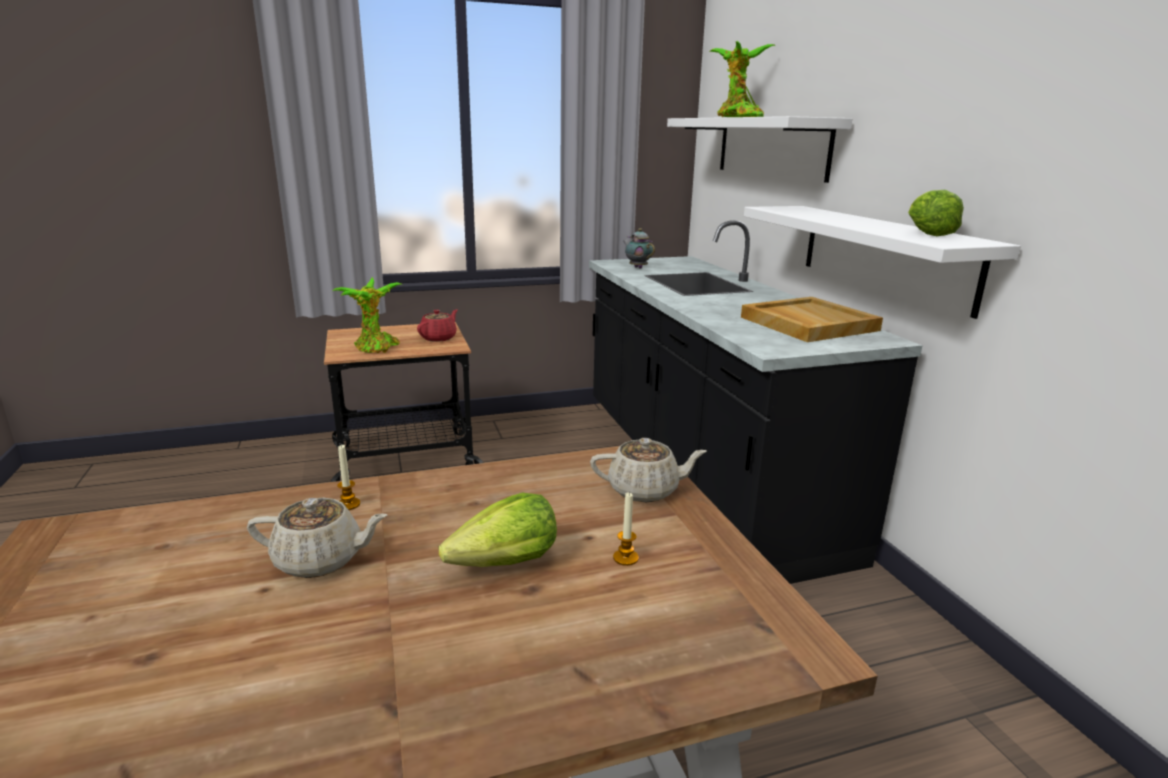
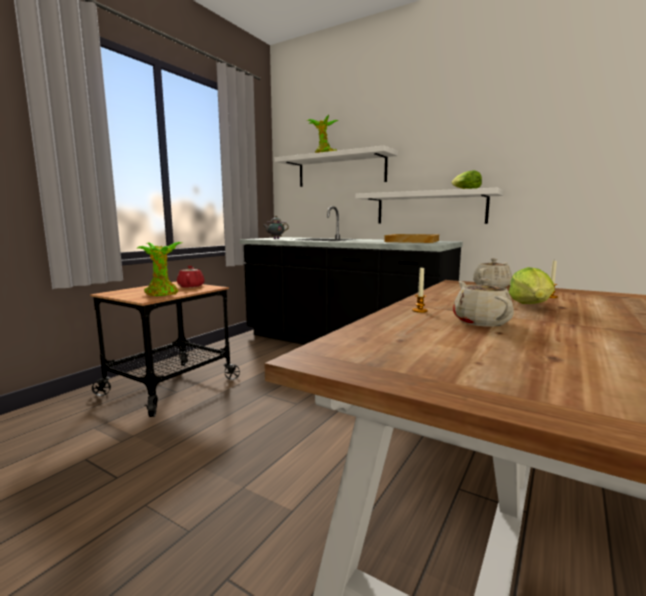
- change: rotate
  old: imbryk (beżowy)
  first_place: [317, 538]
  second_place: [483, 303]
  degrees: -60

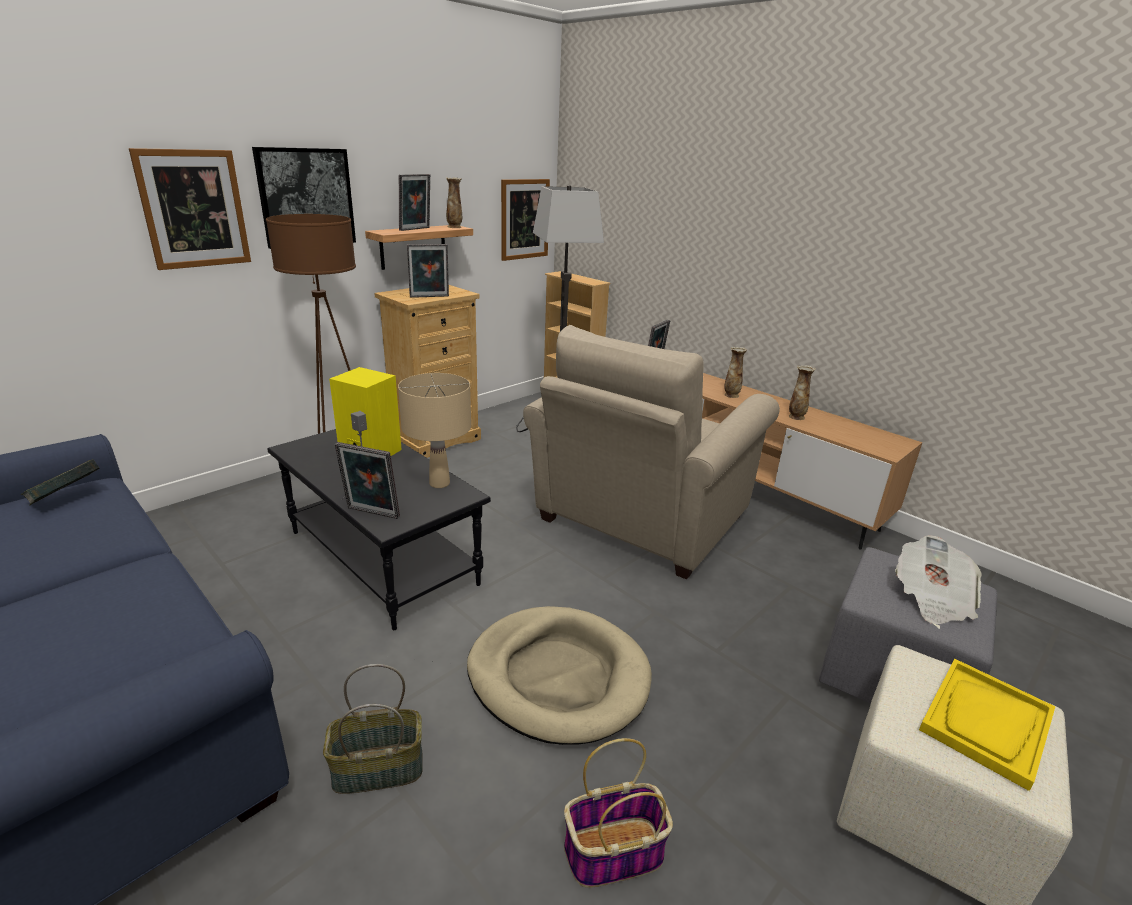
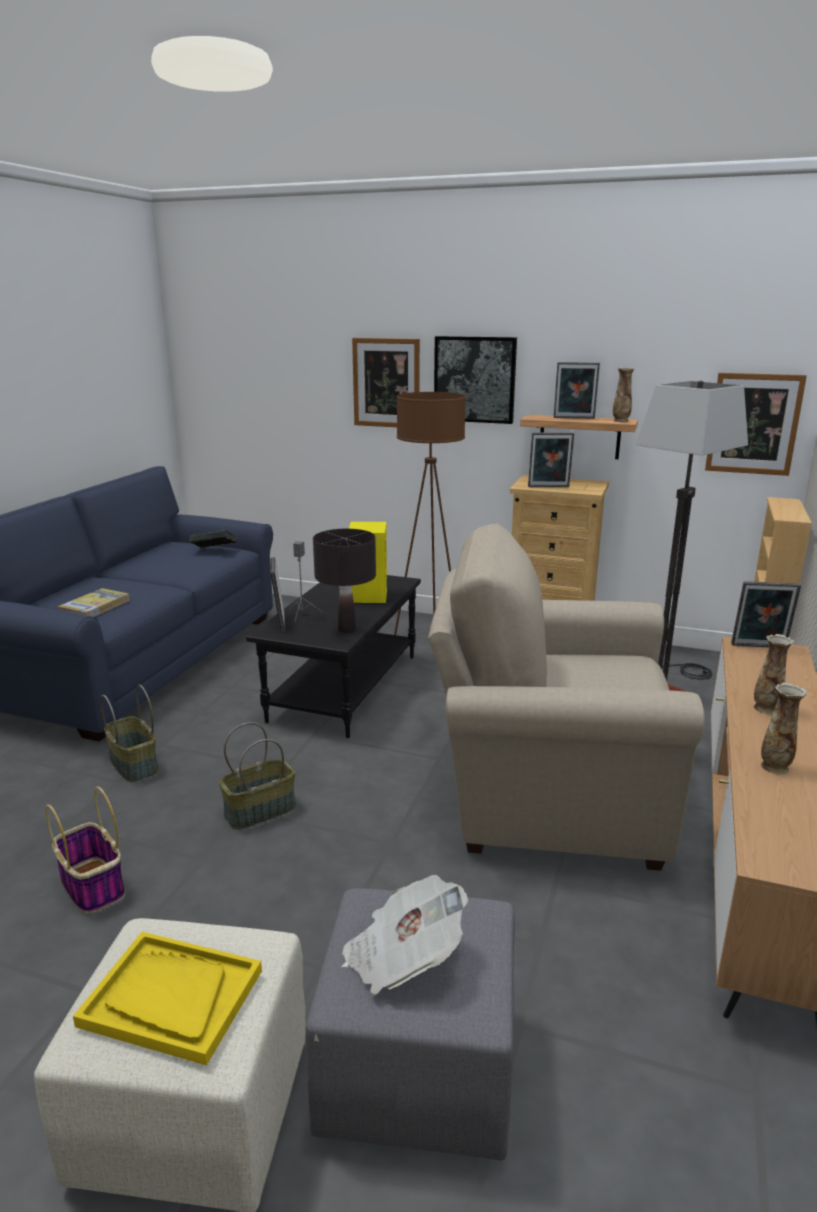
- change: insert
  new: książka
  second_place: [94, 602]
- change: replace
  old: legowisko (beżowy)
  new: koszyk
  first_place: [559, 675]
  second_place: [257, 775]
- change: recolor
  old: lampa stołowa (beżowy)
  new: lampa stołowa (czarny)
  first_place: [434, 430]
  second_place: [344, 581]
- change: rotate
  old: ramka na zdjęcie
  first_place: [428, 271]
  second_place: [551, 460]
  degrees: -45

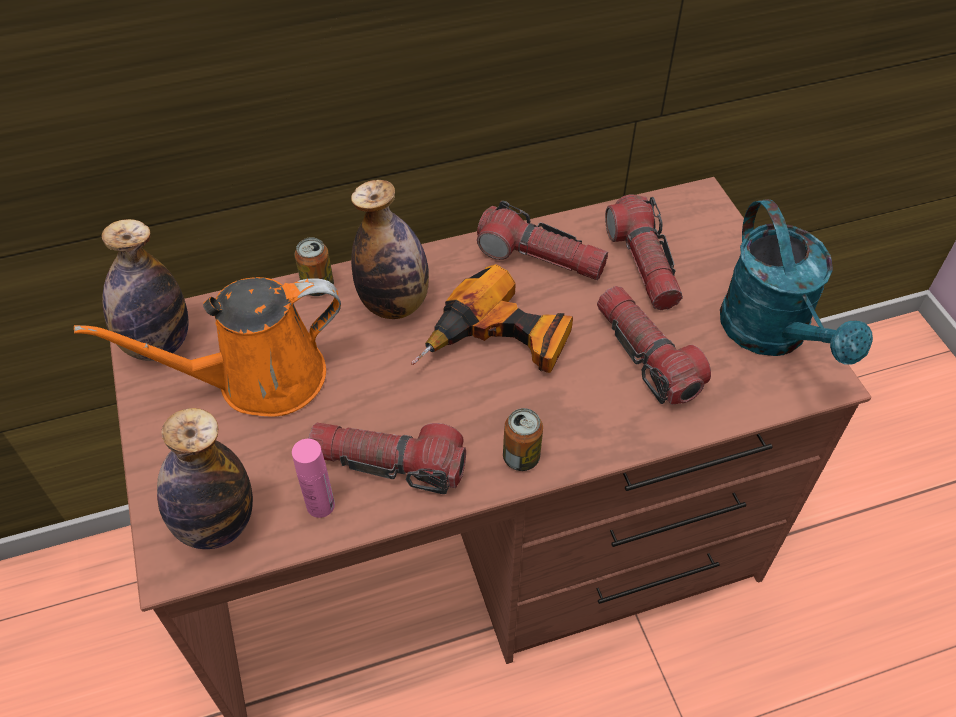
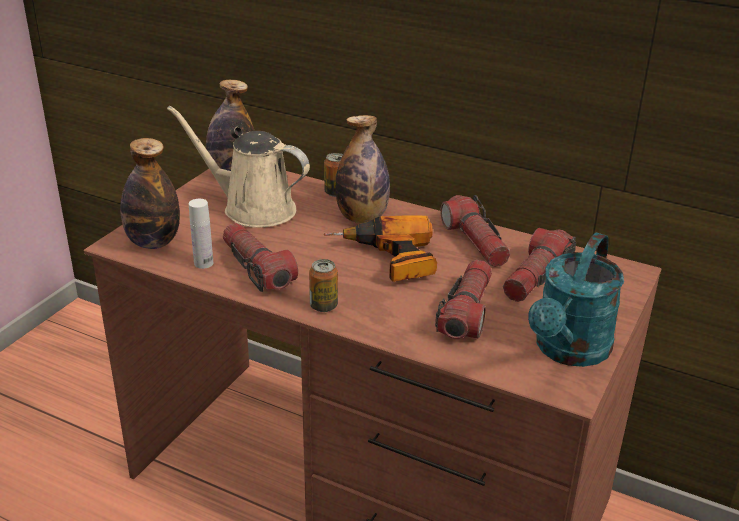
- change: recolor
  old: konewka (pomarańczowy)
  new: konewka (beżowy)
  first_place: [207, 347]
  second_place: [238, 167]
- change: recolor
  old: butelka (różowy)
  new: butelka (biały)
  first_place: [313, 478]
  second_place: [201, 234]

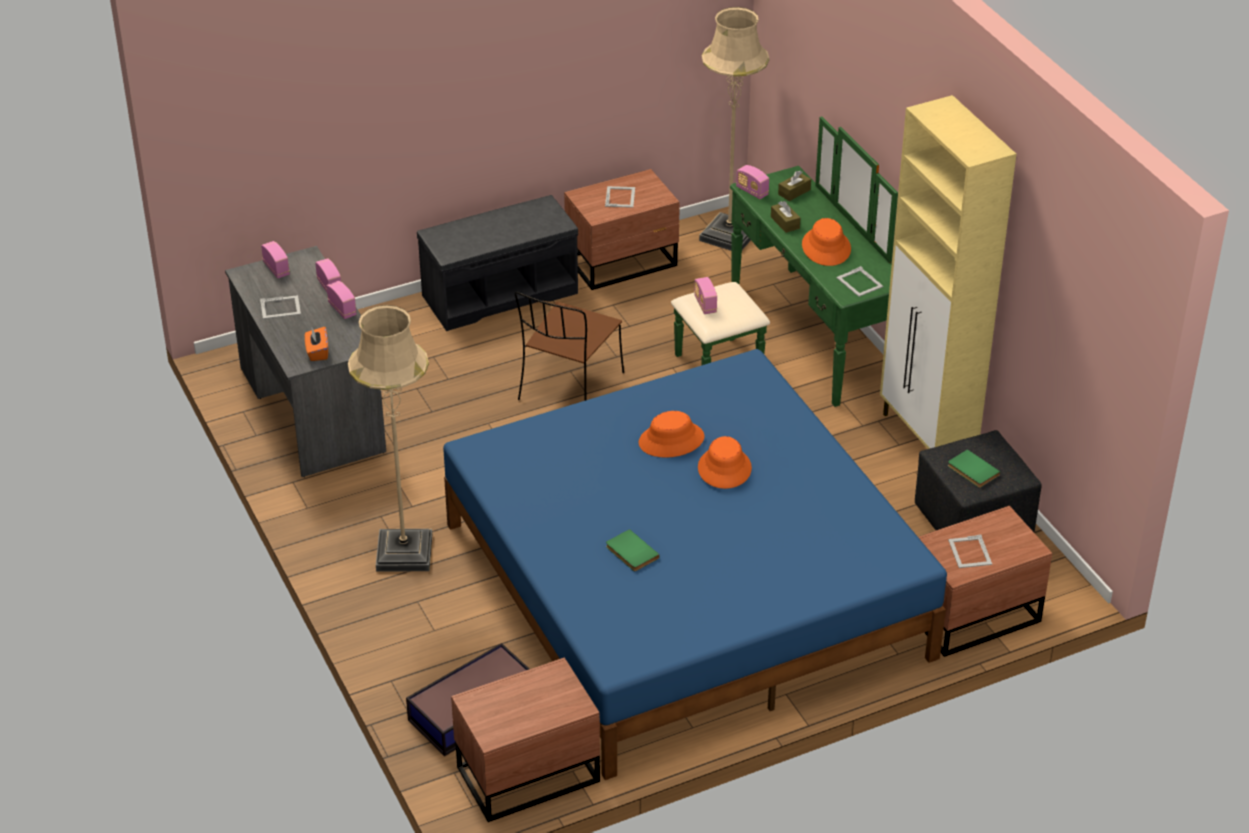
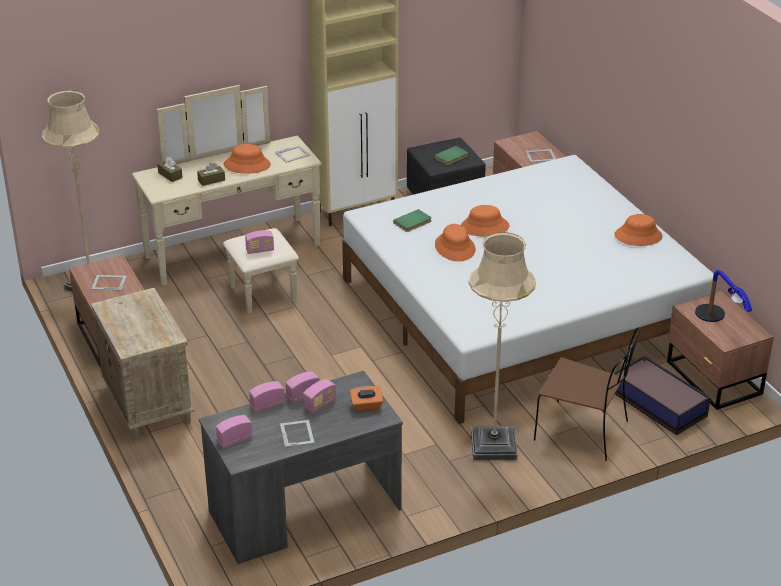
- change: insert
  new: kapelusz (pomarańczowy)
  second_place: [638, 230]
- change: insert
  new: lampa stołowa
  second_place: [723, 296]
- change: move
  old: krzesło (brązowy)
  first_place: [569, 346]
  second_place: [587, 394]
- change: move
  old: książka (zielony)
  first_place: [633, 550]
  second_place: [412, 220]
- change: move
  old: radio
  first_place: [752, 182]
  second_place: [319, 396]
- change: replace
  old: ławka (szary)
  new: szafka nocna (beżowy)
  first_place: [497, 263]
  second_place: [143, 364]
- change: recolor
  old: łóżko (niebieski)
  new: łóżko (biały)
  first_place: [695, 564]
  second_place: [529, 289]
- change: recolor
  old: komoda (zielony)
  new: komoda (beżowy)
  first_place: [784, 262]
  second_place: [227, 199]

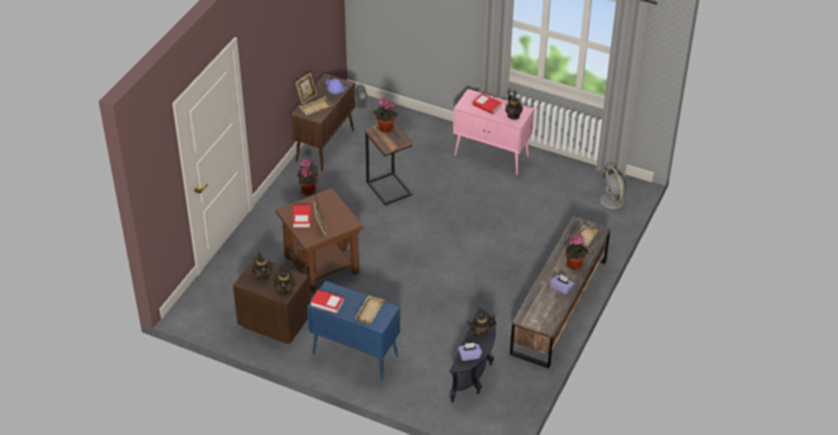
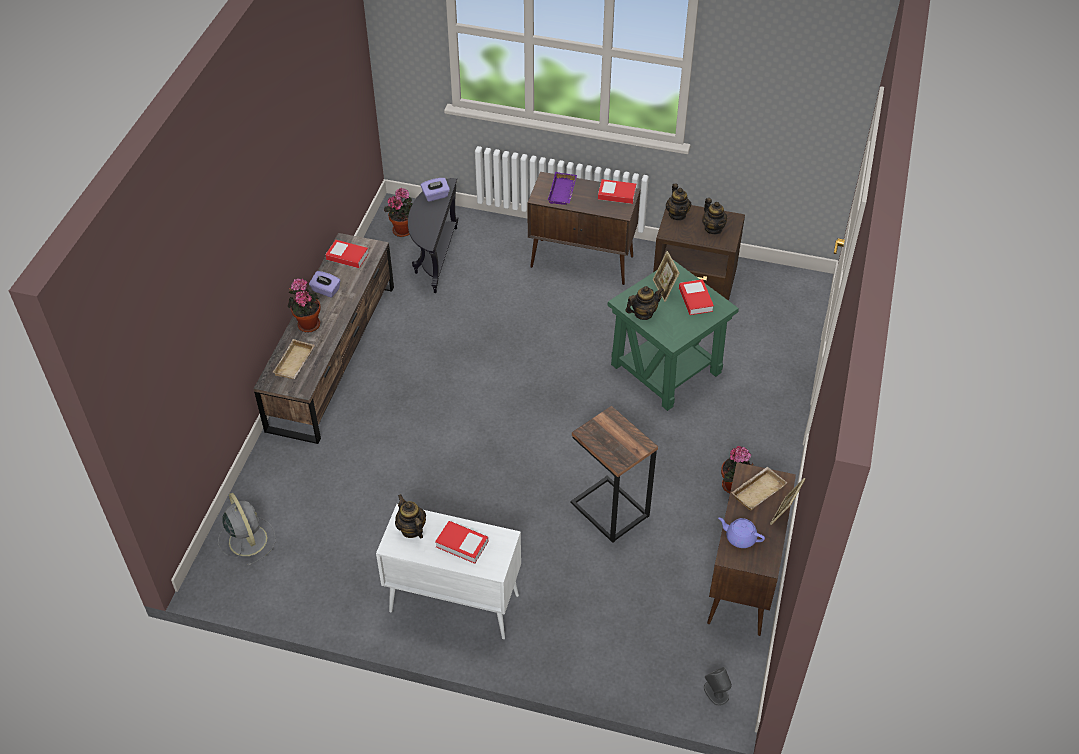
- change: insert
  new: książka
  second_place: [347, 254]
- change: move
  old: roślina doniczkowa
  first_place: [386, 115]
  second_place: [398, 212]
- change: move
  old: imbryk
  first_place: [481, 326]
  second_place: [645, 303]
- change: recolor
  old: stolik (brązowy)
  new: stolik (zielony)
  first_place: [319, 240]
  second_place: [673, 335]
- change: recolor
  old: szafka (niebieski)
  new: szafka (brązowy)
  first_place: [353, 330]
  second_place: [583, 228]
- change: recolor
  old: taca (beżowy)
  new: taca (fioletowy)
  first_place: [369, 309]
  second_place: [562, 188]
- change: recolor
  old: szafka (różowy)
  new: szafka (biały)
  first_place: [493, 132]
  second_place: [448, 571]

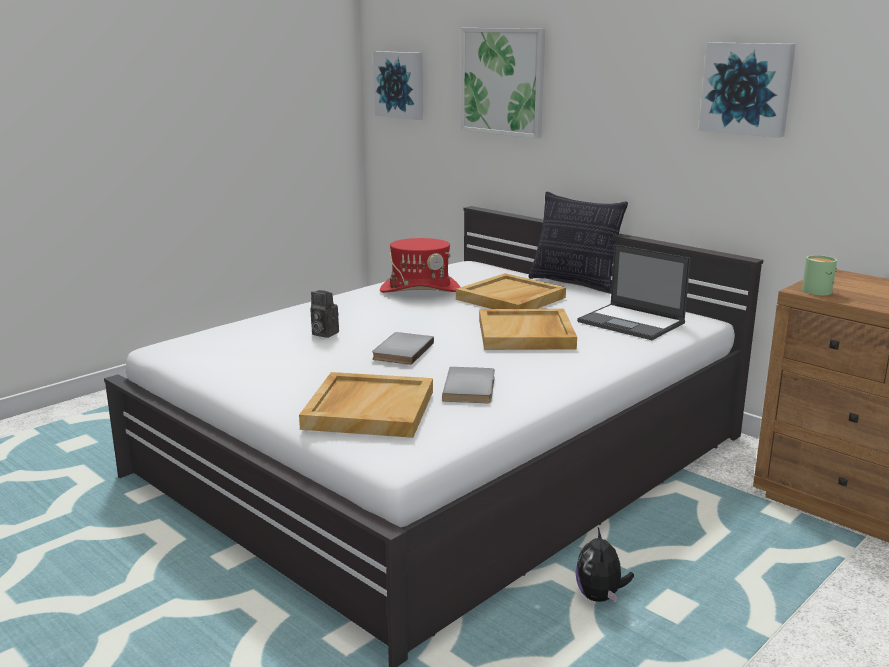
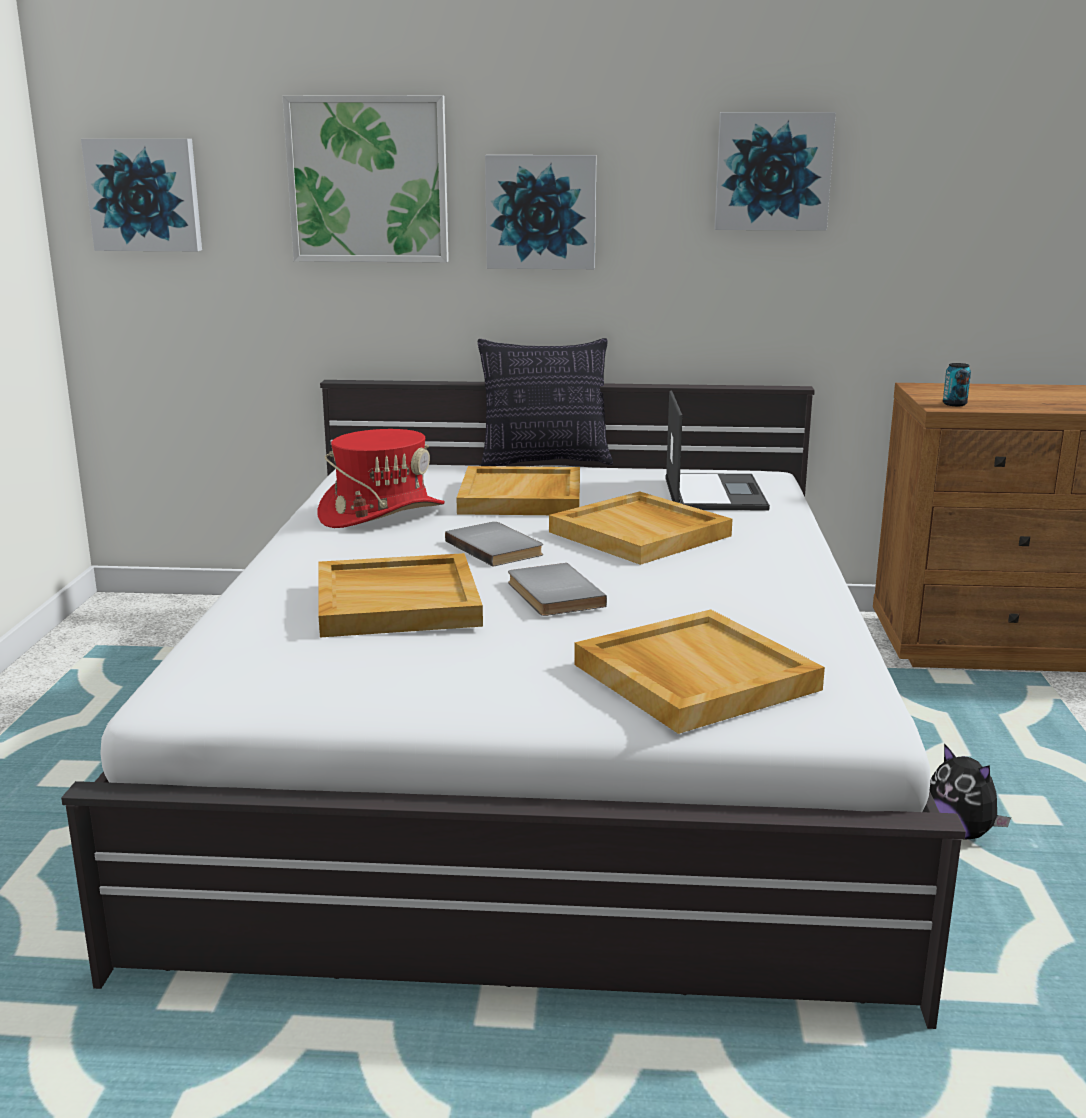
- change: insert
  new: obraz
  second_place: [540, 212]
- change: move
  old: książka (szary)
  first_place: [468, 385]
  second_place: [494, 544]
- change: replace
  old: aparat fotograficzny
  new: taca (beżowy)
  first_place: [324, 314]
  second_place: [400, 595]
- change: replace
  old: kubek (zielony)
  new: puszka
  first_place: [819, 275]
  second_place: [957, 384]
- change: rotate
  old: laptop
  first_place: [634, 292]
  second_place: [718, 450]
  degrees: -90

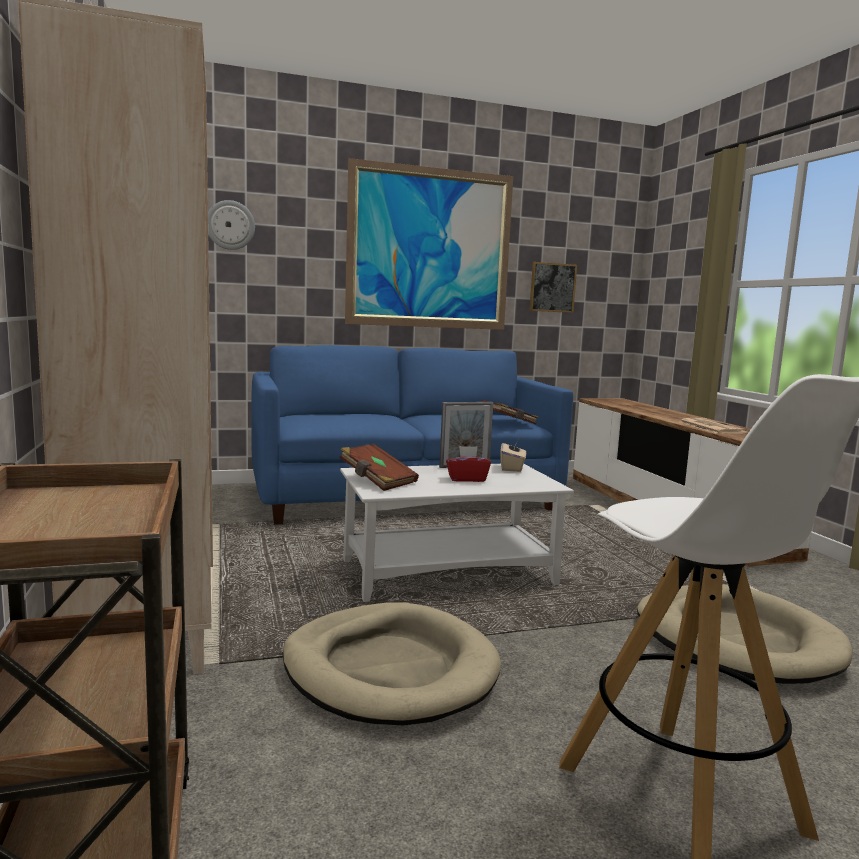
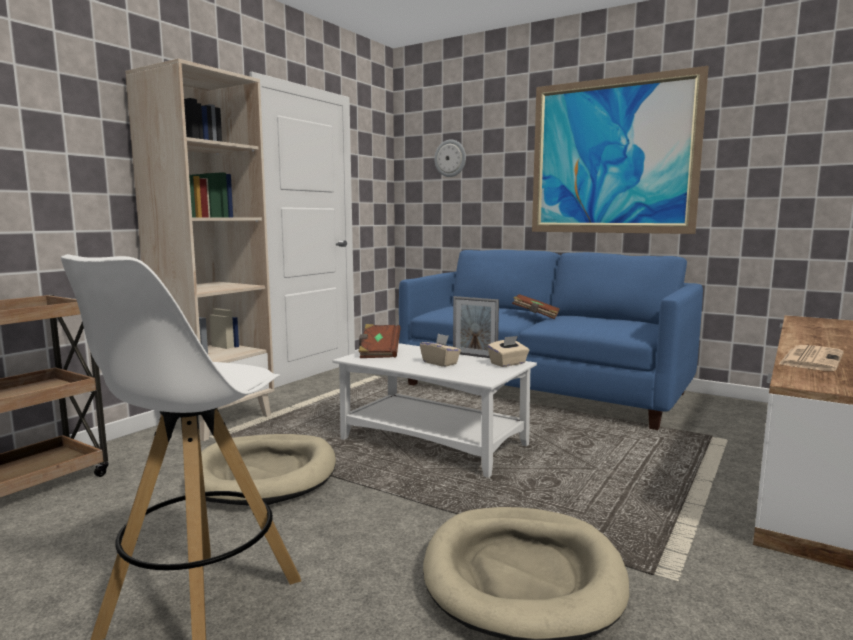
- change: delete
  old: obraz
  first_place: [553, 287]
- change: move
  old: książka (brązowy)
  first_place: [510, 412]
  second_place: [536, 306]
- change: recolor
  old: pudełko chusteczek (czerwony)
  new: pudełko chusteczek (beżowy)
  first_place: [468, 464]
  second_place: [440, 350]

